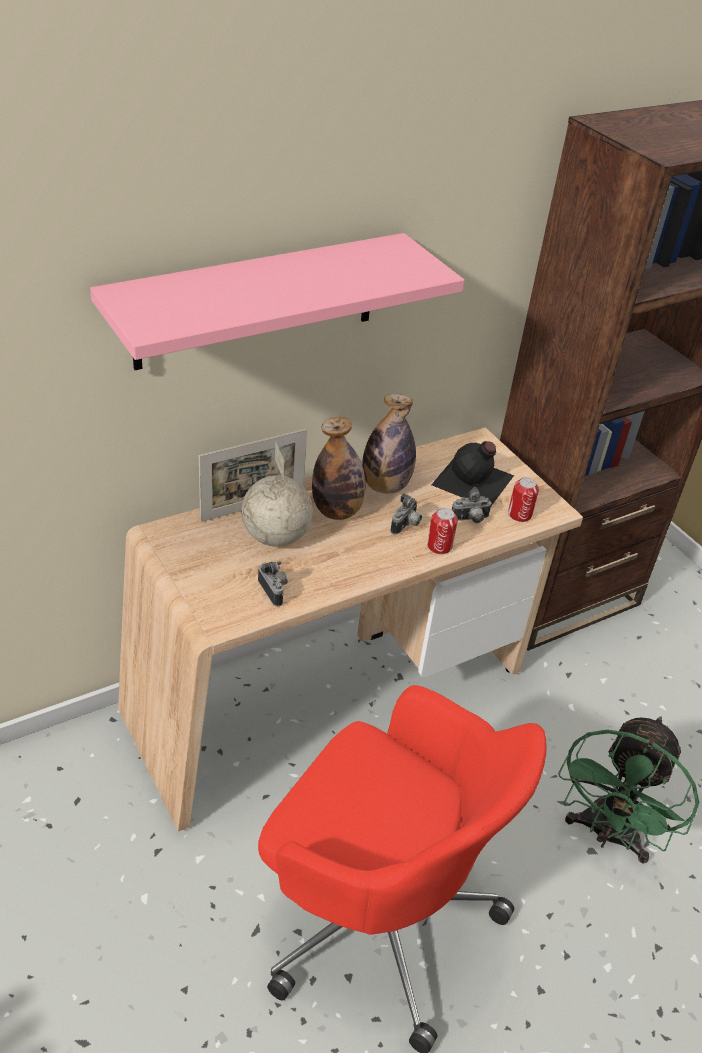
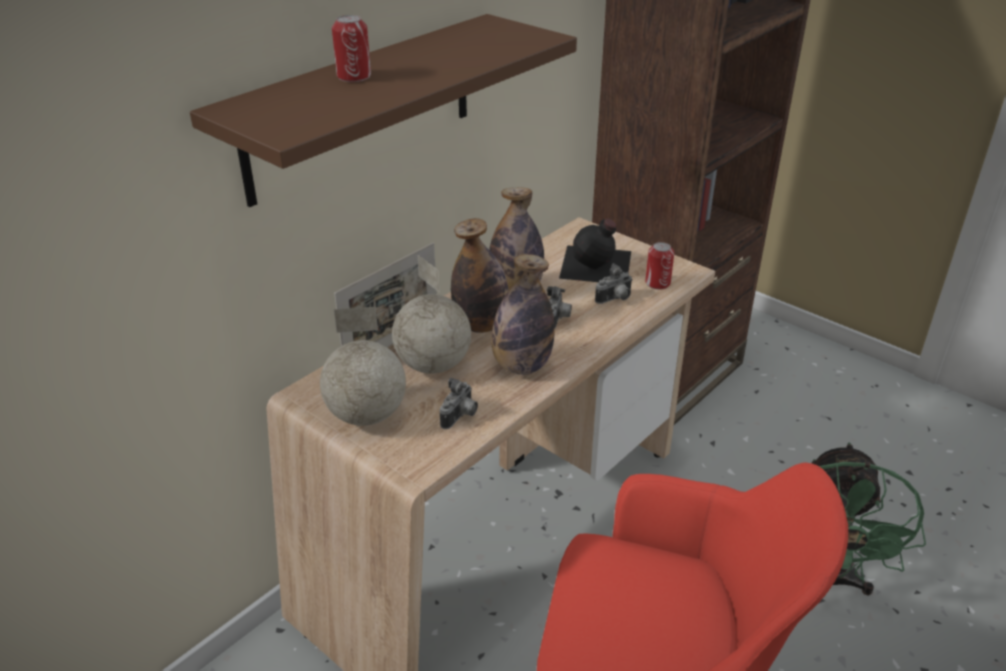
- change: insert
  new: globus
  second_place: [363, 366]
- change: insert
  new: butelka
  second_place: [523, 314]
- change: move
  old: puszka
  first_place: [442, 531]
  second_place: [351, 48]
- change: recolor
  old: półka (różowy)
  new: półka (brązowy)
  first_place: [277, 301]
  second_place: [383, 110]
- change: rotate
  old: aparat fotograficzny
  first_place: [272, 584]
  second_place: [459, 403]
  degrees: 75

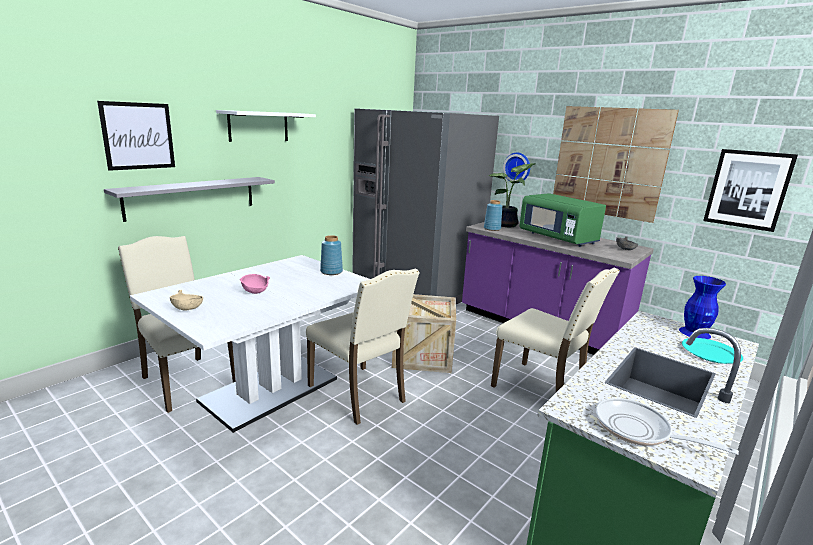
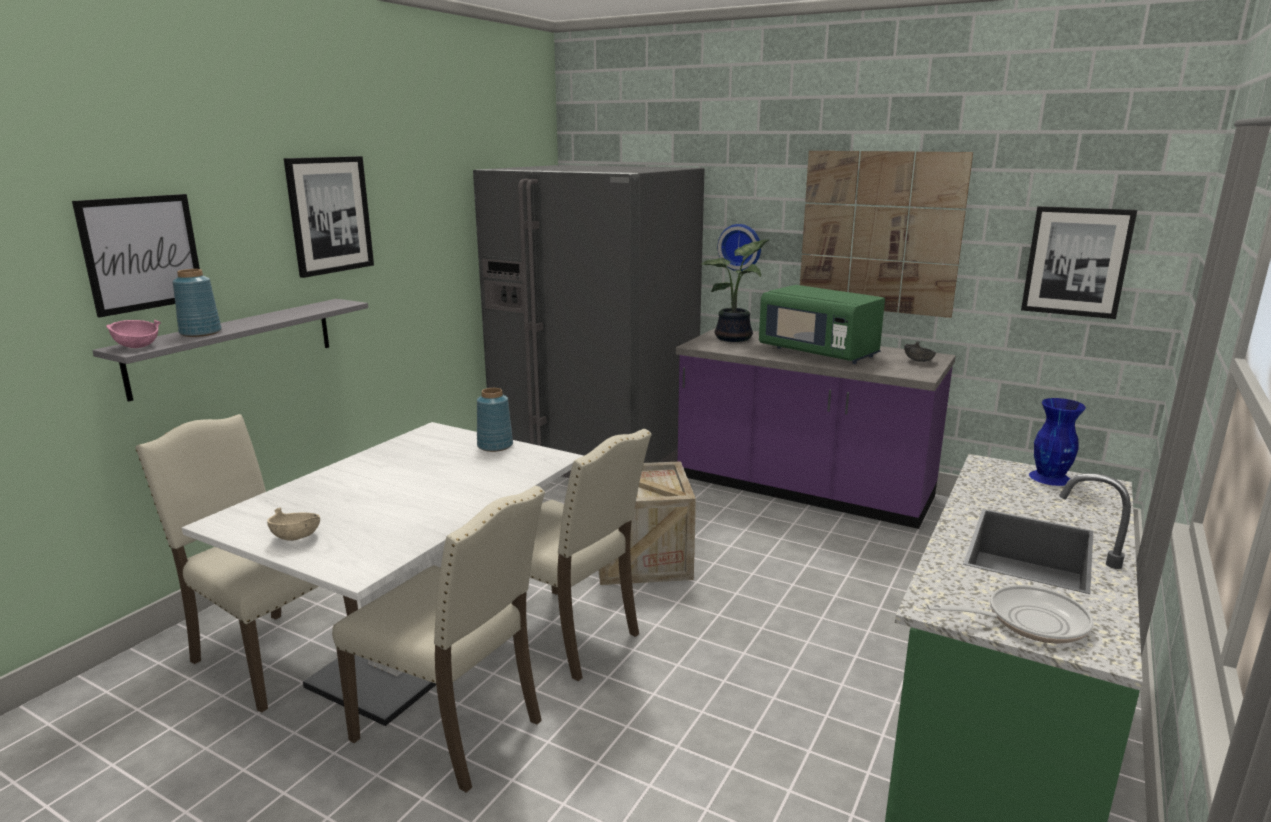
- change: delete
  old: talerz (turkusowy)
  first_place: [712, 351]
- change: move
  old: miska (różowy)
  first_place: [255, 284]
  second_place: [133, 334]
- change: move
  old: wazon (niebieski)
  first_place: [493, 215]
  second_place: [197, 303]
- change: move
  old: krzesło (beżowy)
  first_place: [555, 330]
  second_place: [438, 639]
- change: replace
  old: półka (biały)
  new: obraz
  first_place: [266, 126]
  second_place: [329, 217]
- change: rotate
  old: patelnia
  first_place: [667, 426]
  second_place: [1010, 614]
  degrees: 150

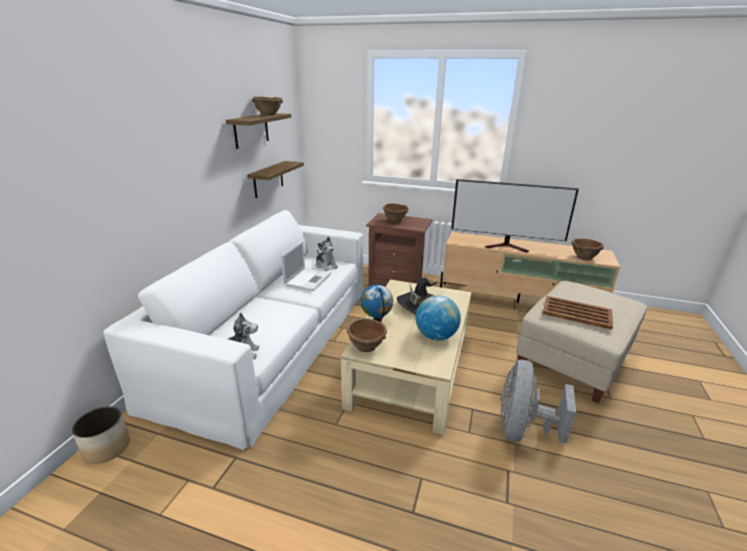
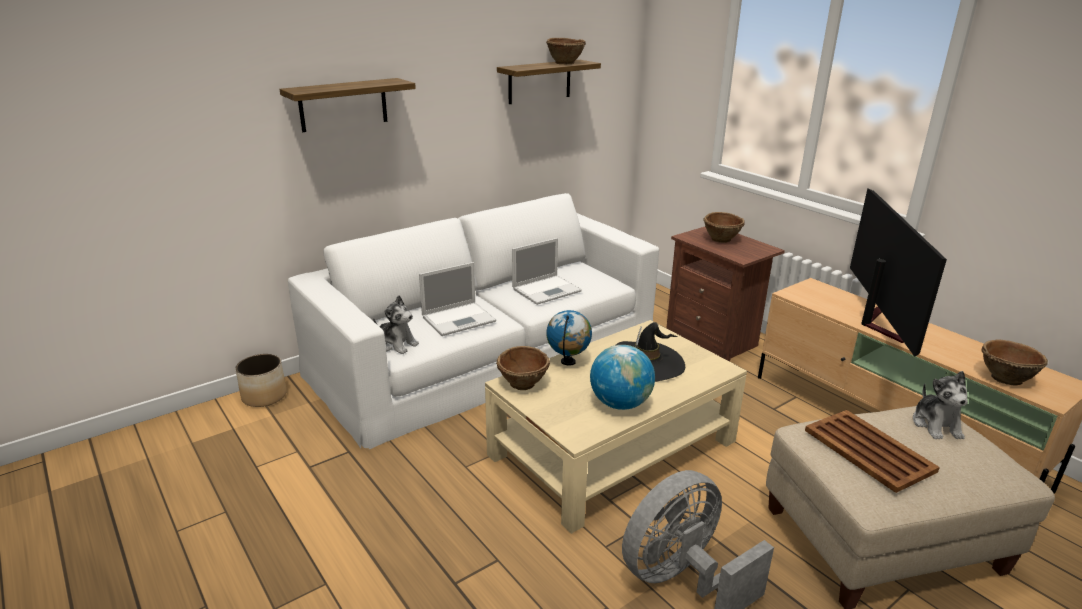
- change: insert
  new: laptop
  second_place: [457, 299]
- change: move
  old: półka
  first_place: [275, 179]
  second_place: [347, 105]
- change: move
  old: pluszak
  first_place: [327, 253]
  second_place: [940, 405]
- change: rotate
  old: telewizor
  first_place: [515, 216]
  second_place: [898, 272]
  degrees: -135

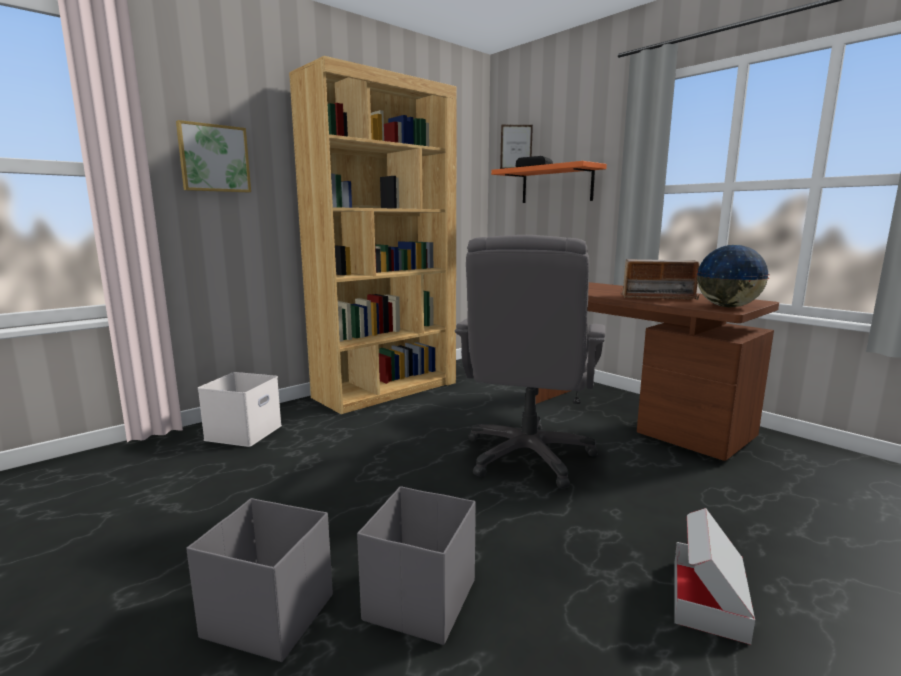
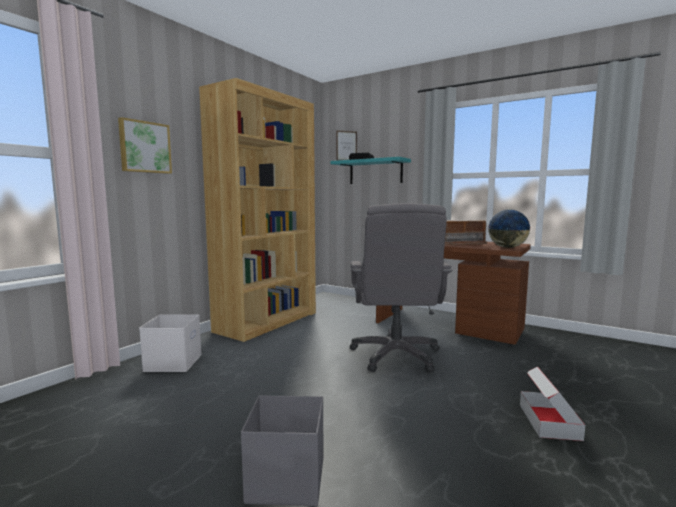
- change: delete
  old: pojemnik do przechowywania (szary)
  first_place: [416, 565]
- change: recolor
  old: półka (pomarańczowy)
  new: półka (turkusowy)
  first_place: [549, 182]
  second_place: [370, 170]

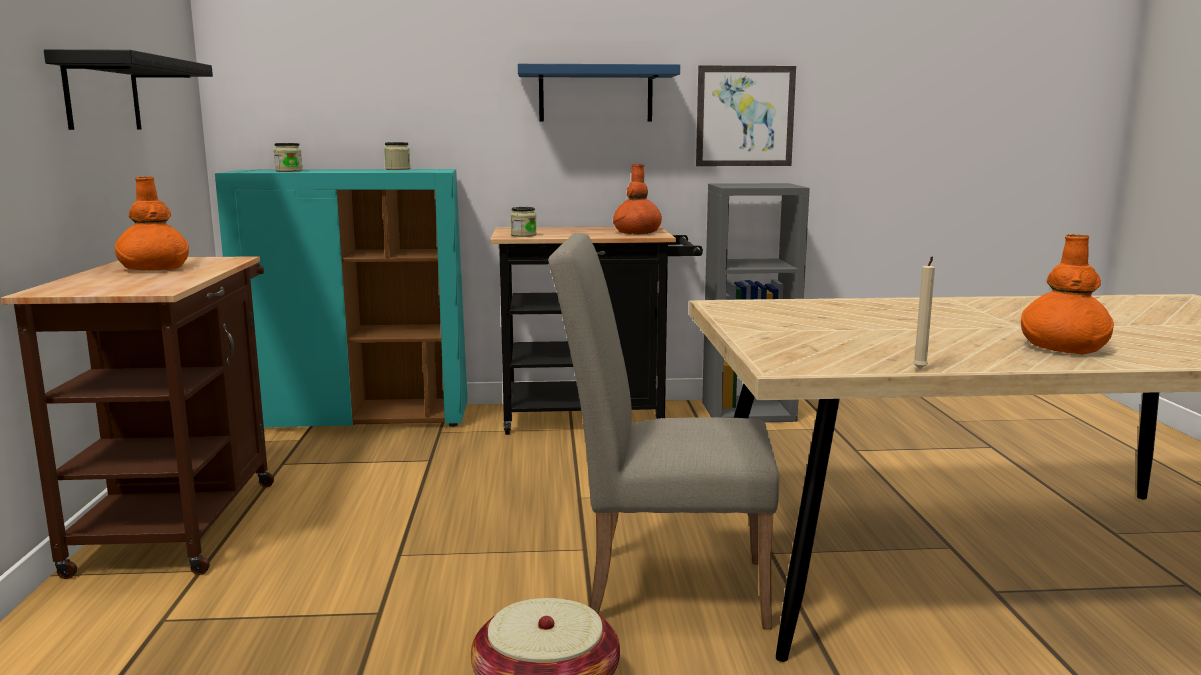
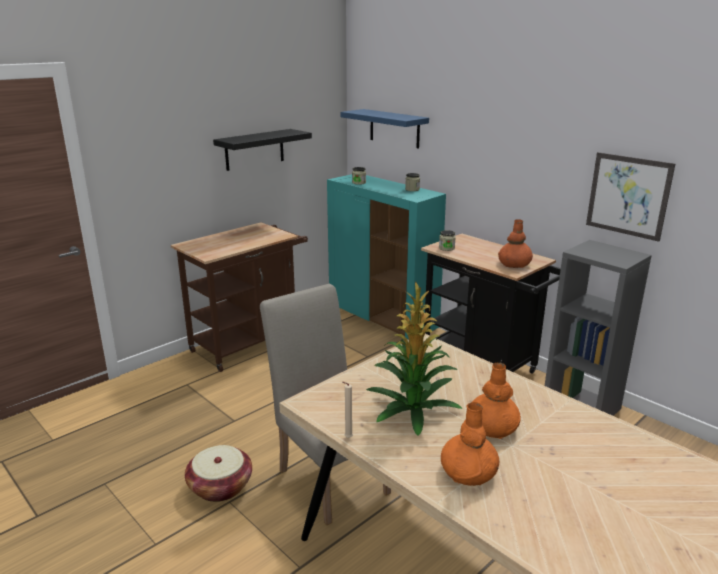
- change: insert
  new: roślina doniczkowa
  second_place: [414, 358]
- change: move
  old: wazon (pomarańczowy)
  first_place: [152, 224]
  second_place: [496, 400]
- change: move
  old: półka (niebieski)
  first_place: [599, 93]
  second_place: [384, 128]

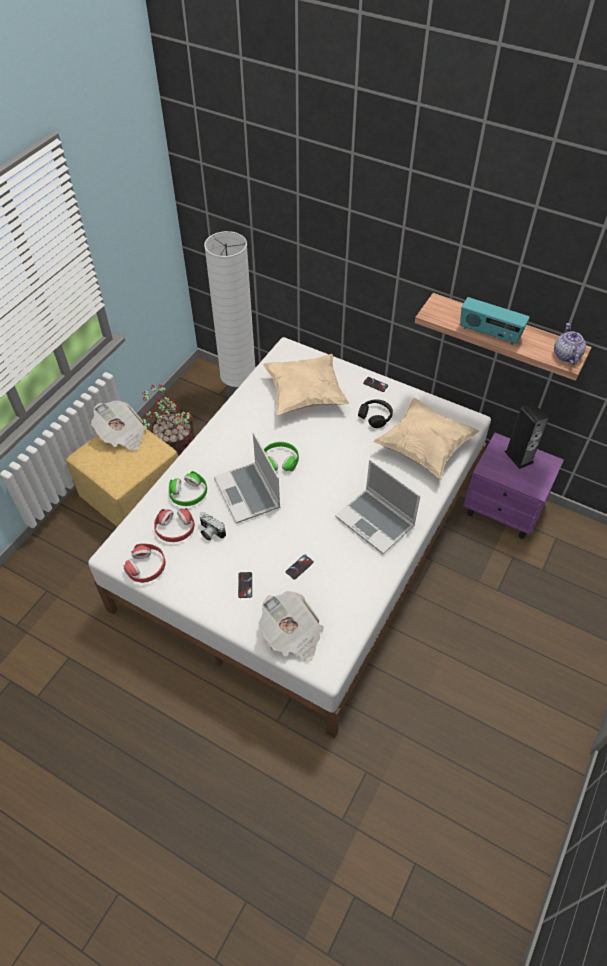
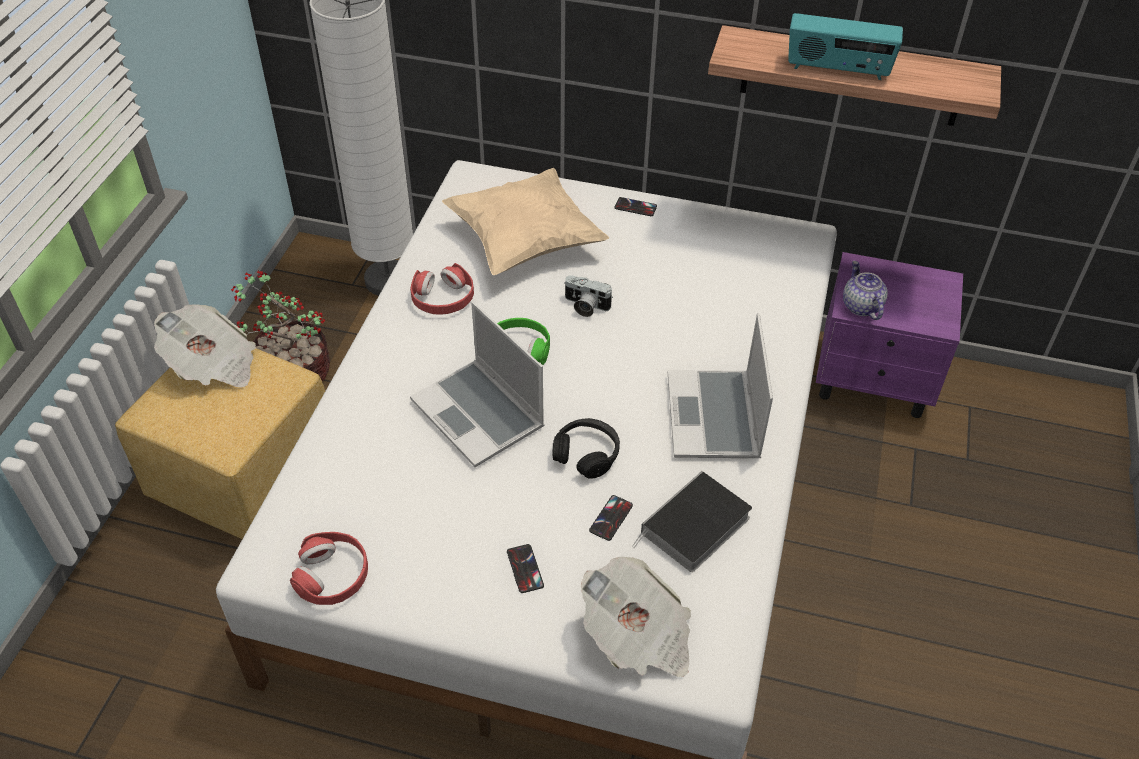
- change: delete
  old: słuchawki (zielony)
  first_place: [188, 488]
- change: delete
  old: poduszka (beżowy)
  first_place: [426, 438]
- change: delete
  old: głośnik
  first_place: [526, 435]
- change: insert
  new: książka
  second_place: [692, 521]
- change: move
  old: słuchawki (czerwony)
  first_place: [174, 525]
  second_place: [442, 289]
- change: move
  old: aparat fotograficzny
  first_place: [212, 526]
  second_place: [588, 296]
- change: move
  old: słuchawki (czarny)
  first_place: [375, 413]
  second_place: [586, 448]
- change: move
  old: imbryk
  first_place: [570, 344]
  second_place: [865, 290]
- change: rotate
  old: laptop
  first_place: [377, 507]
  second_place: [720, 385]
  degrees: 60

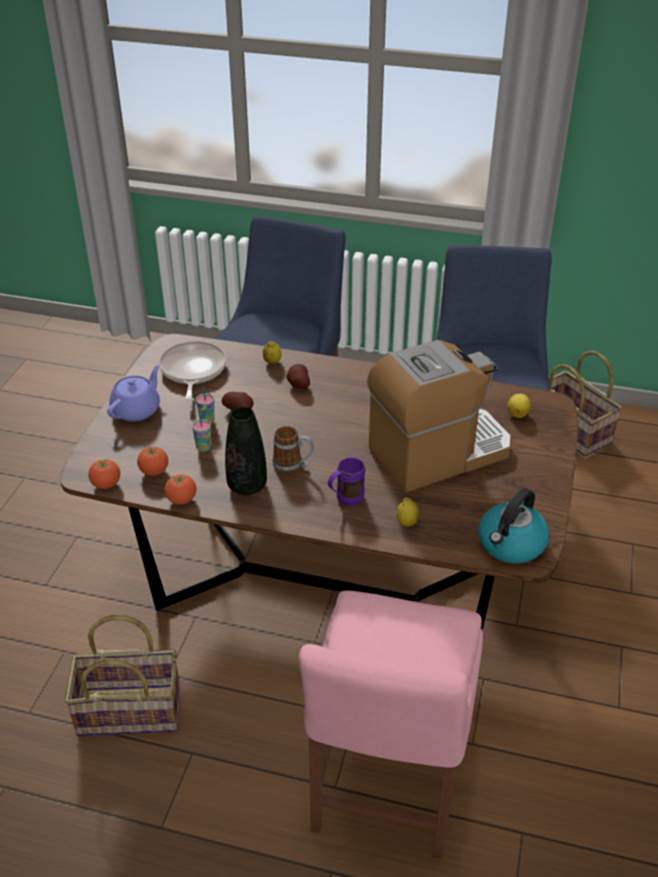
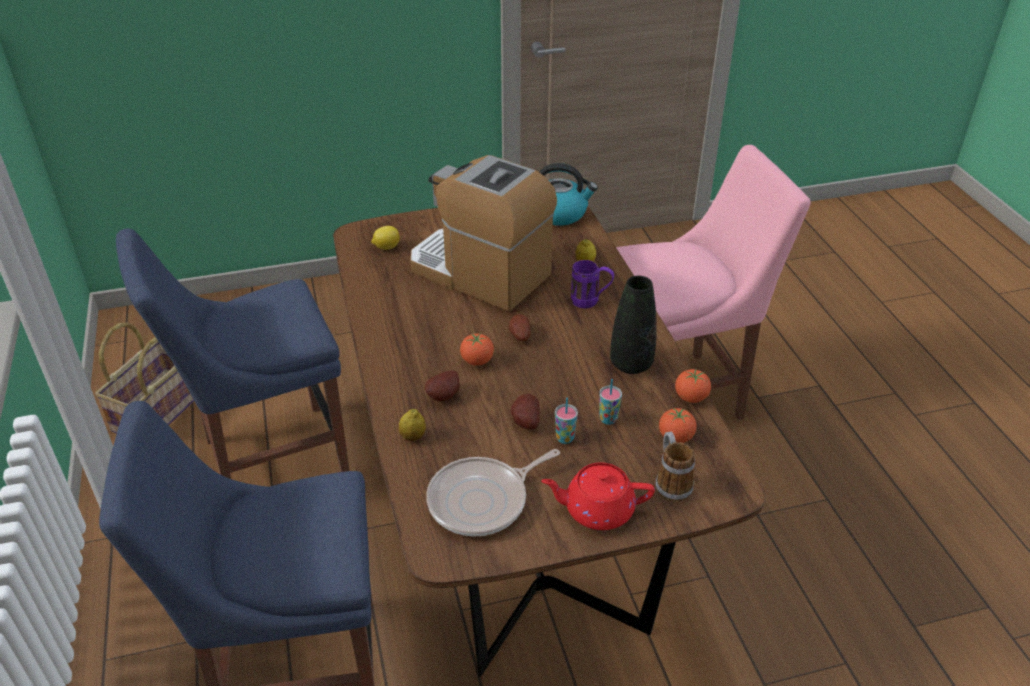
- change: delete
  old: koszyk
  first_place: [122, 675]
- change: insert
  new: ziemniak
  second_place: [520, 327]
- change: move
  old: pomidor
  first_place: [104, 474]
  second_place: [477, 350]
- change: move
  old: kubek
  first_place: [293, 449]
  second_place: [675, 467]
- change: recolor
  old: imbryk (fioletowy)
  new: imbryk (czerwony)
  first_place: [133, 393]
  second_place: [598, 496]

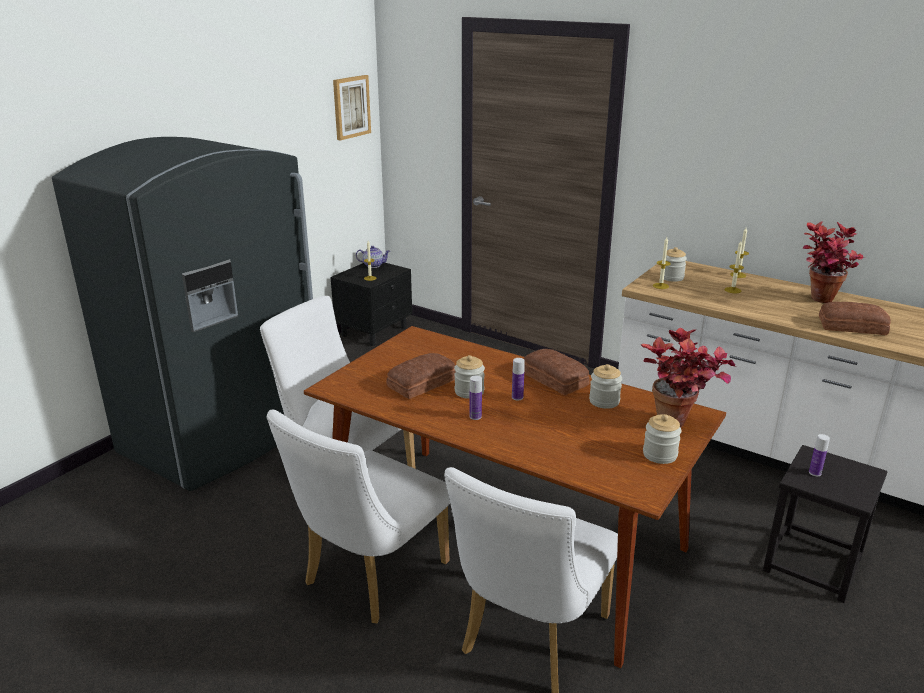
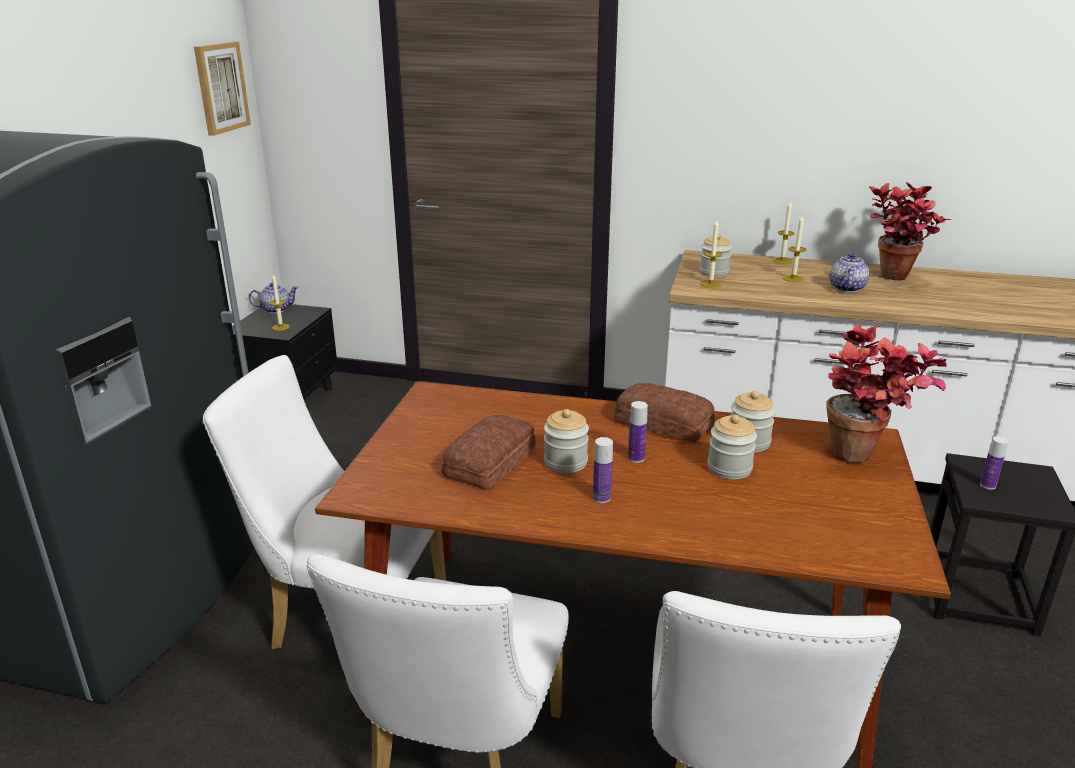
- change: delete
  old: chleb
  first_place: [855, 318]
- change: insert
  new: imbryk
  second_place: [849, 272]
- change: move
  old: słoik
  first_place: [662, 439]
  second_place: [732, 447]

